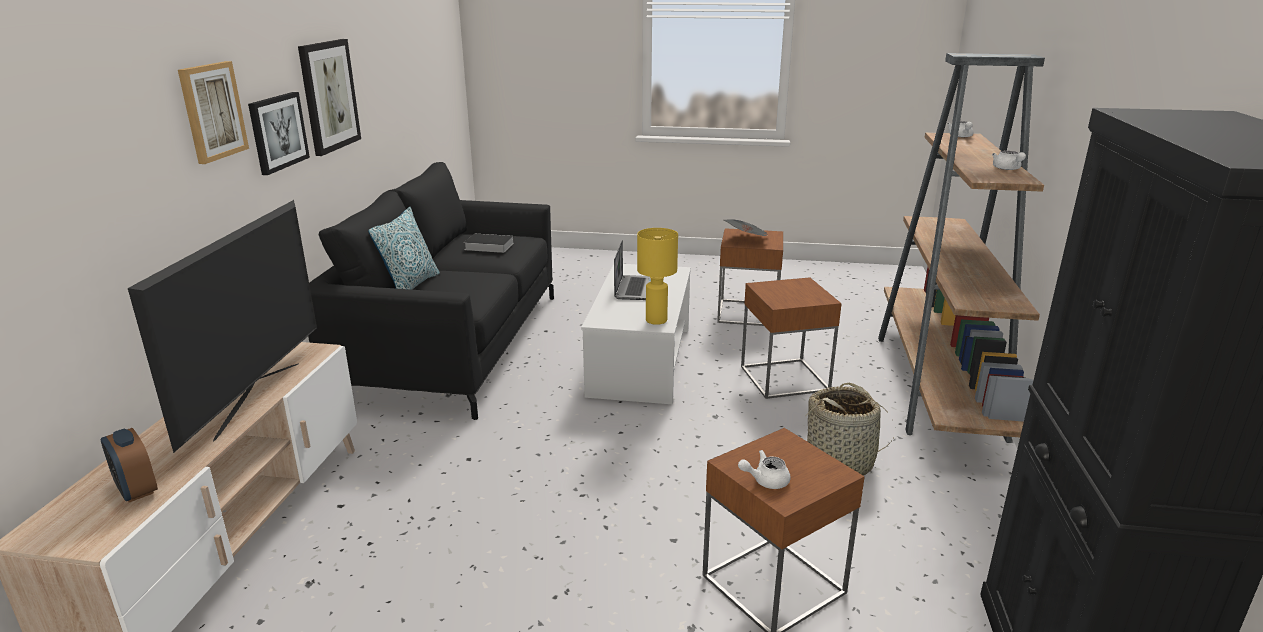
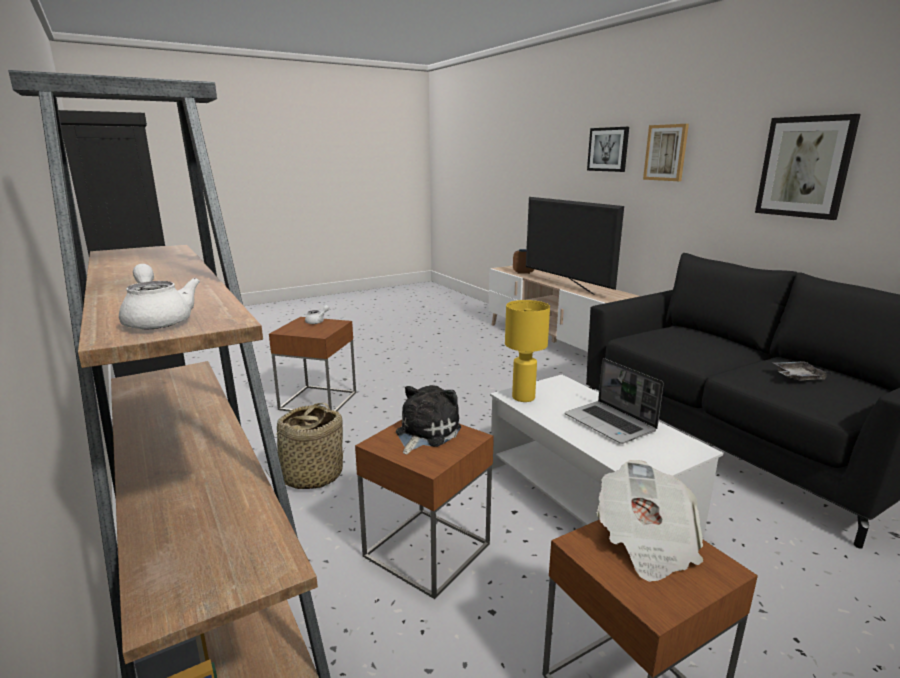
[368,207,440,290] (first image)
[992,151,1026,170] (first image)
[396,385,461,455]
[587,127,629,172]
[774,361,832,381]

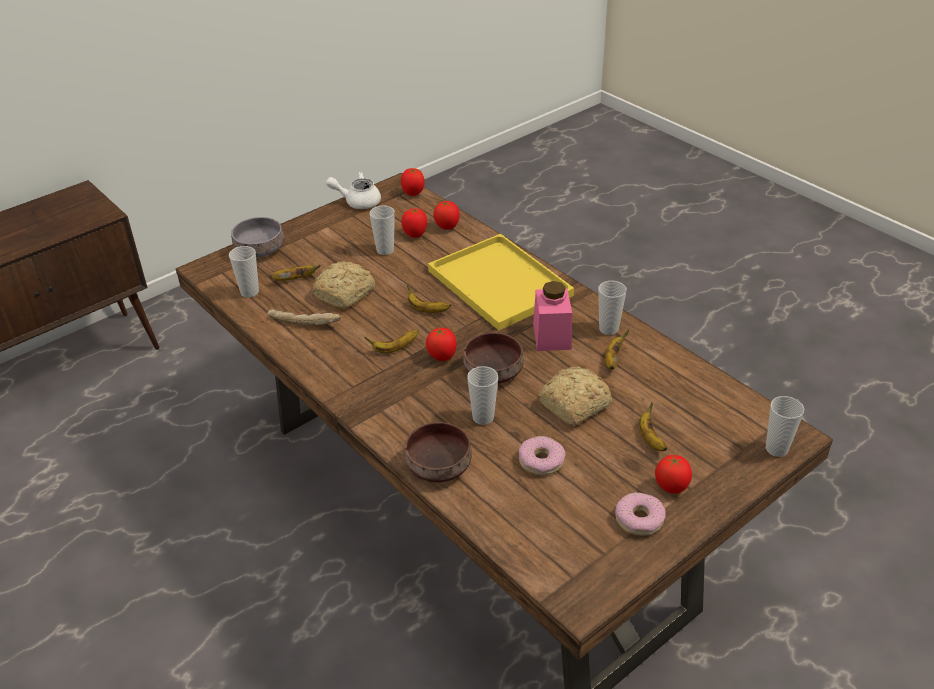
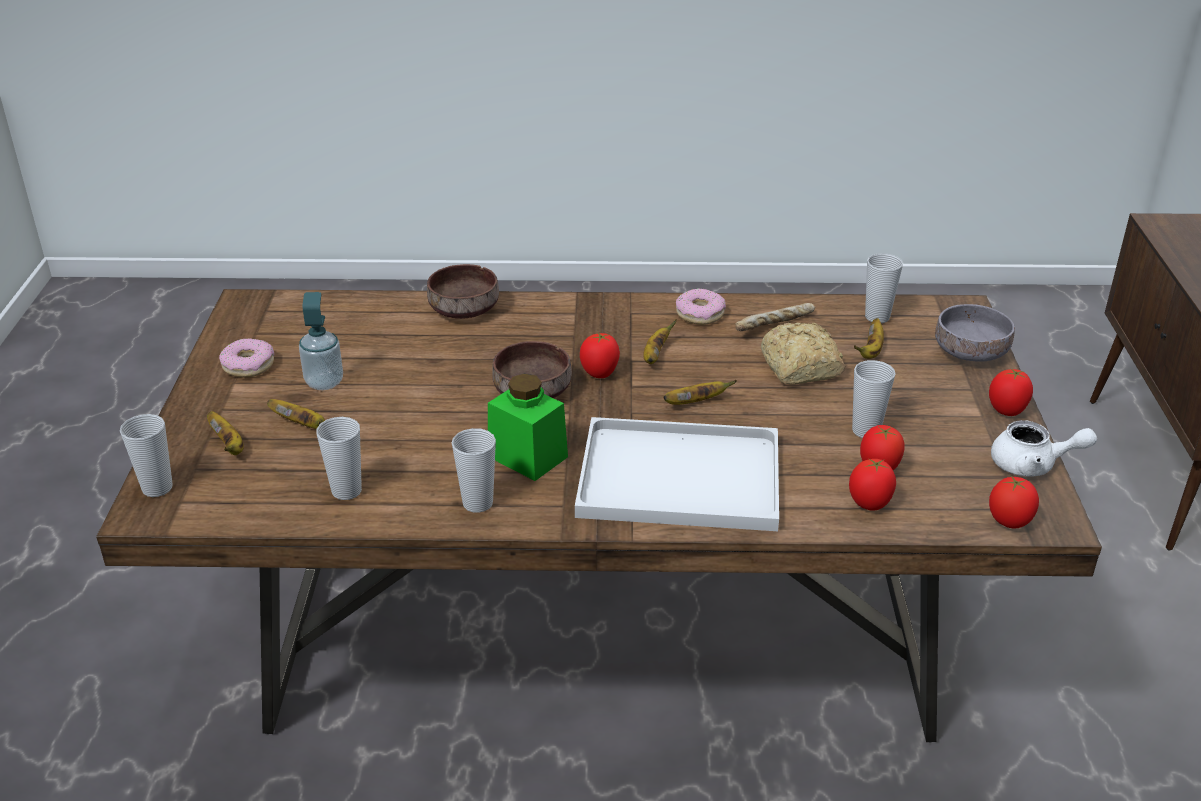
[539,366,612,426] (first image)
[299,292,343,390]
[316,417,362,500]
[676,288,726,325]
[207,411,244,455]
[989,368,1033,416]
[575,417,779,531]
[488,374,568,481]
[991,420,1097,477]

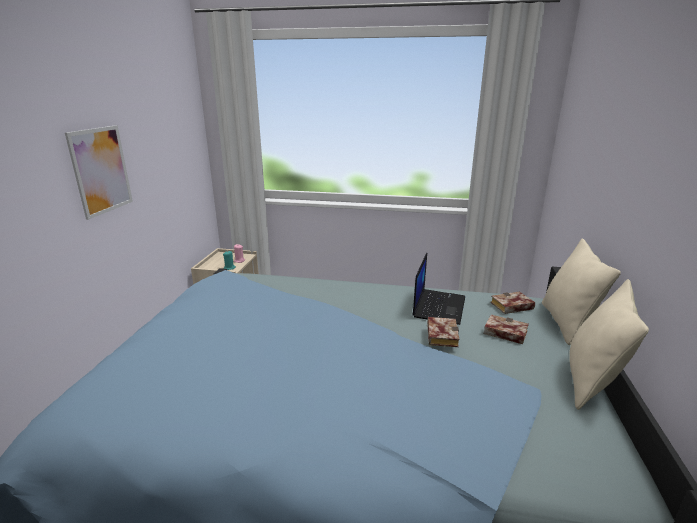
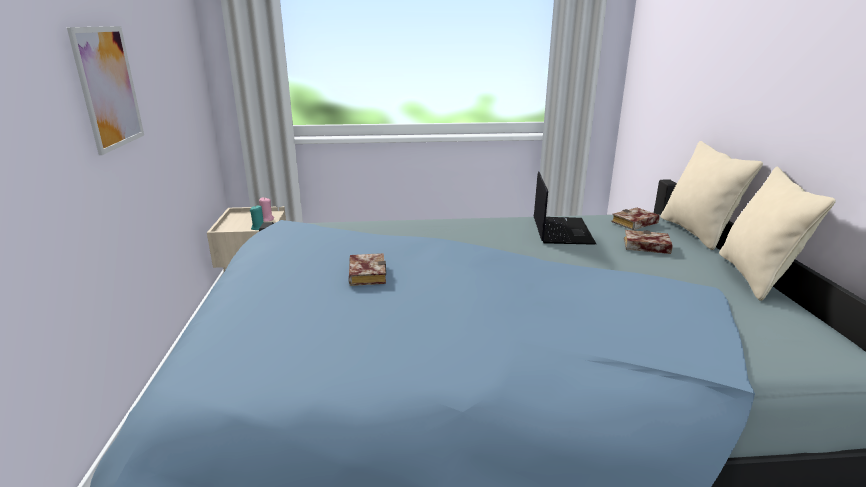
[349,253,386,286]

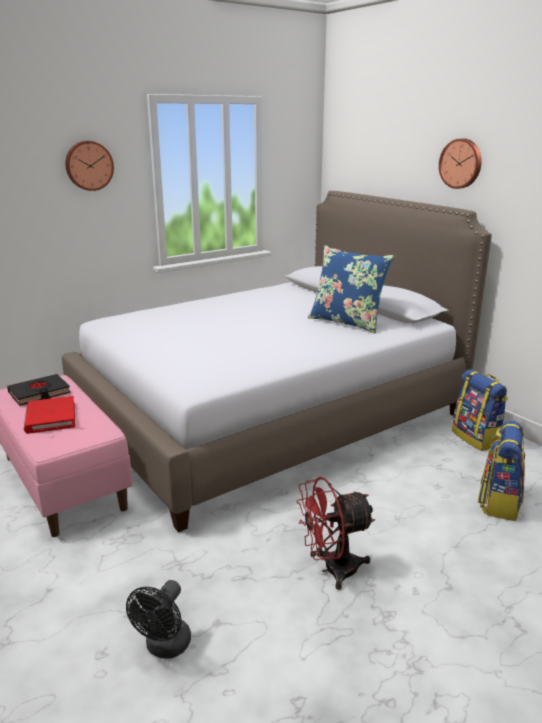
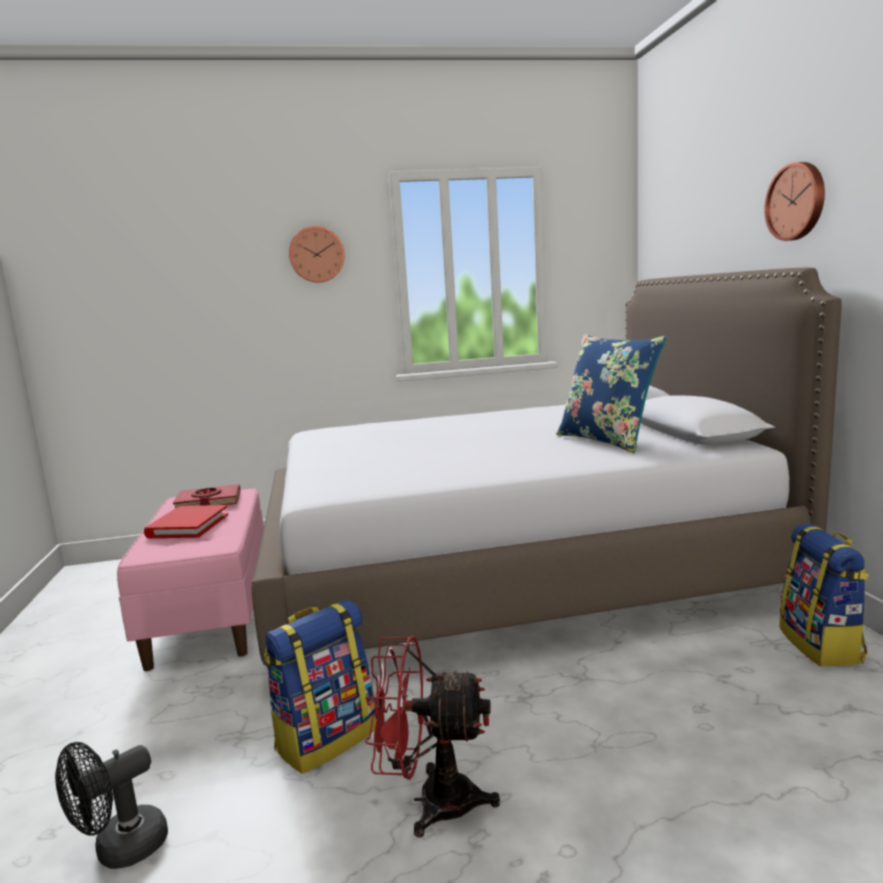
[264,600,376,774]
[173,484,241,508]

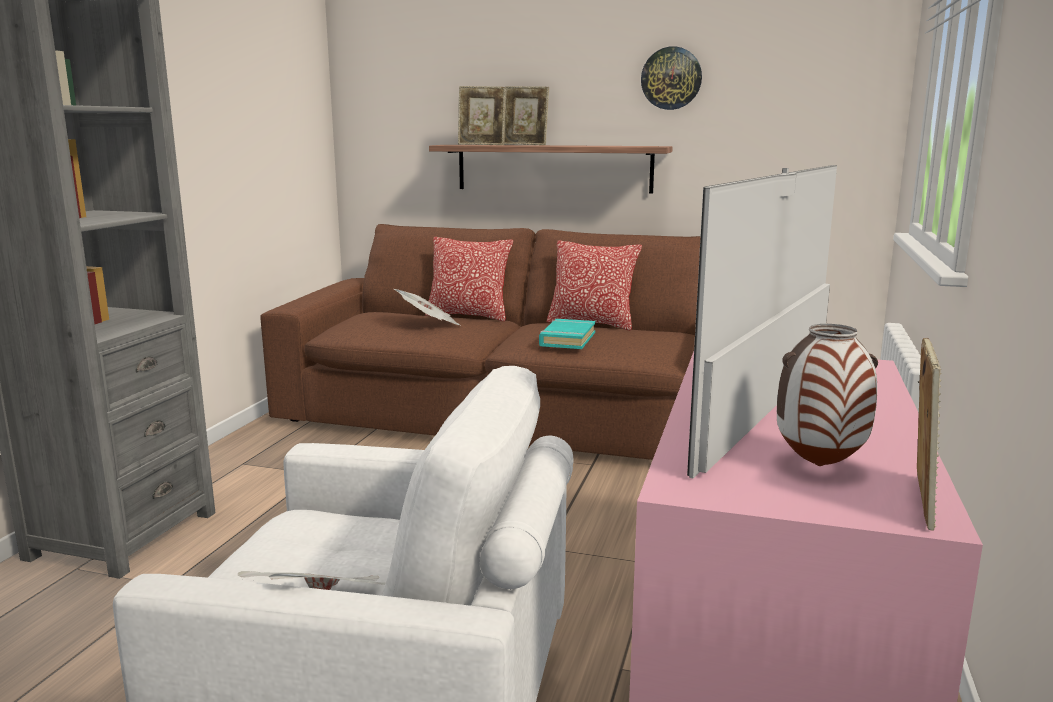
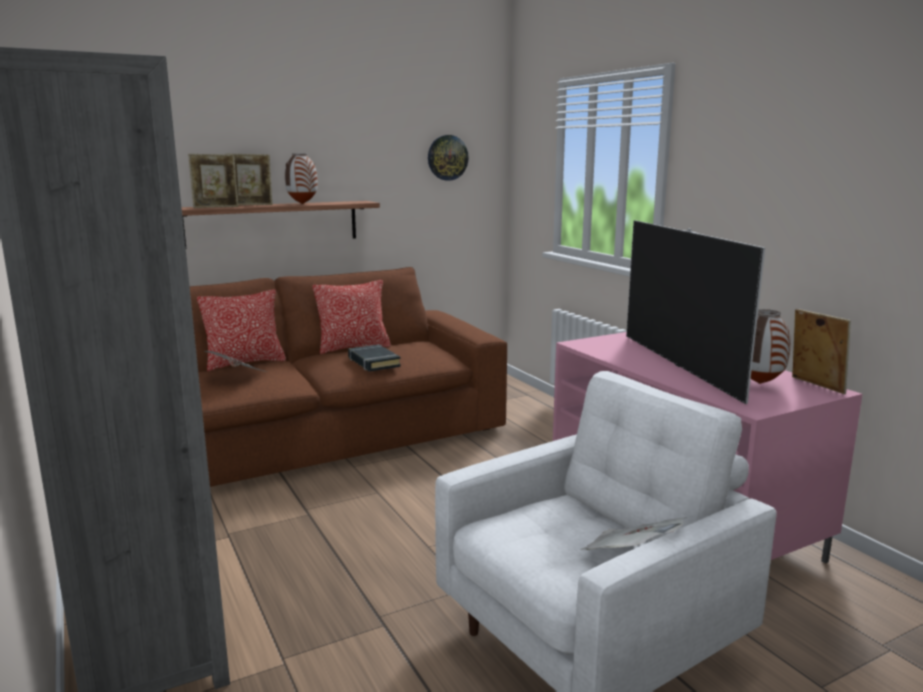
[285,153,318,204]
[428,135,469,181]
[348,344,401,372]

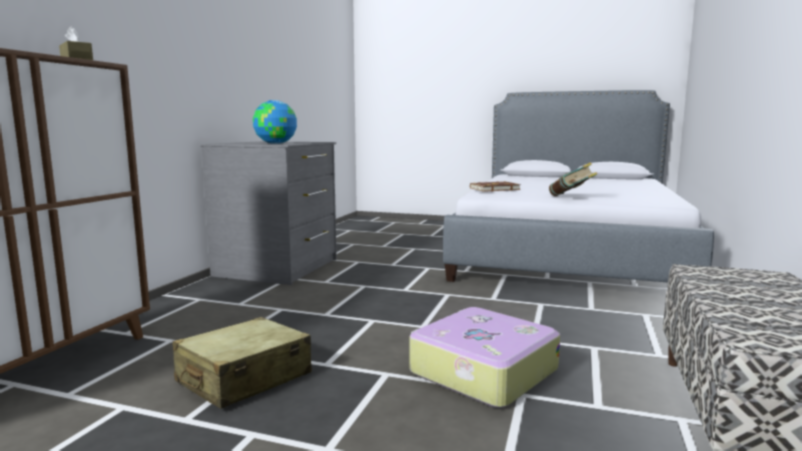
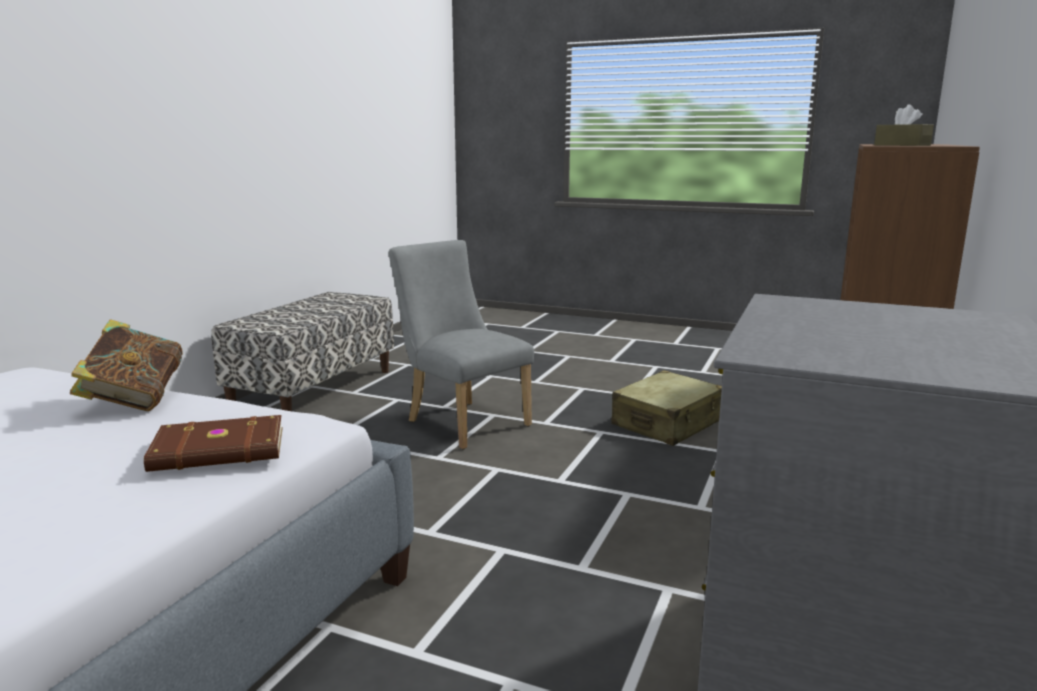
[253,100,297,144] (first image)
[389,240,534,449]

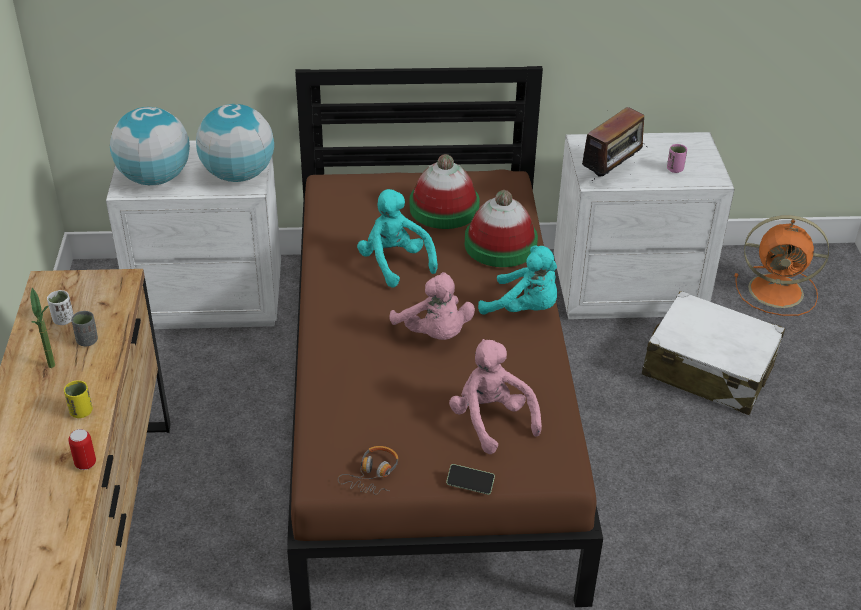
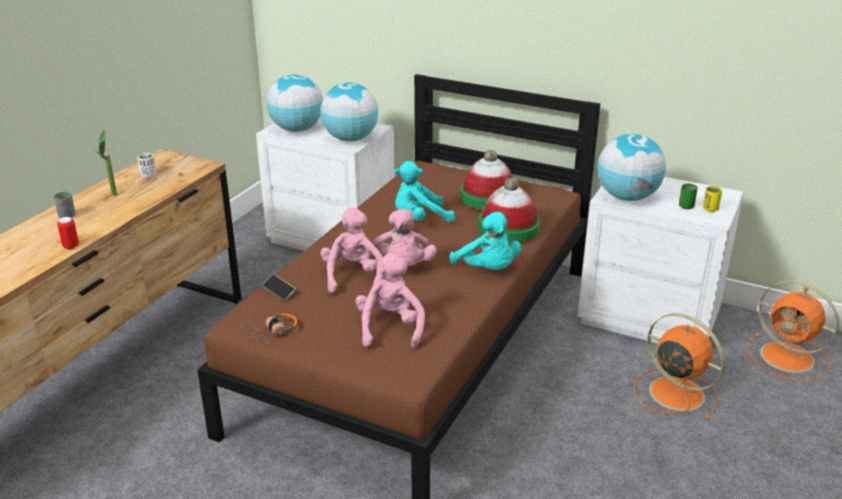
[321,207,383,293]
[703,186,722,212]
[54,192,76,218]
[263,275,295,300]
[597,134,666,201]
[633,313,725,420]
[679,184,698,209]
[395,161,455,223]

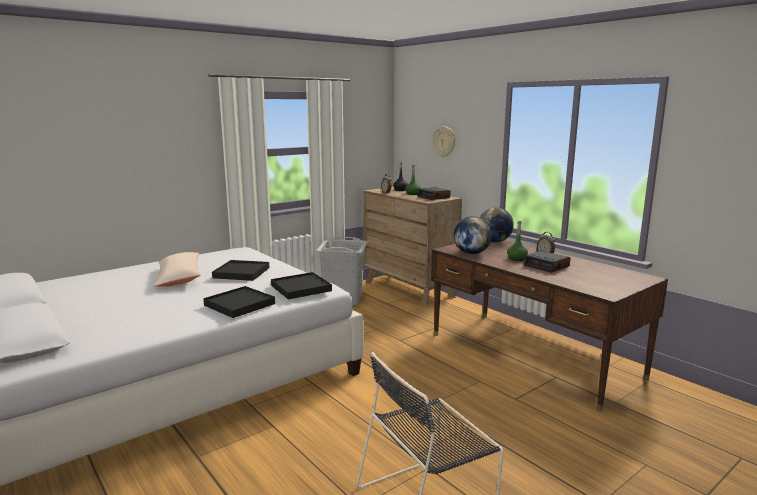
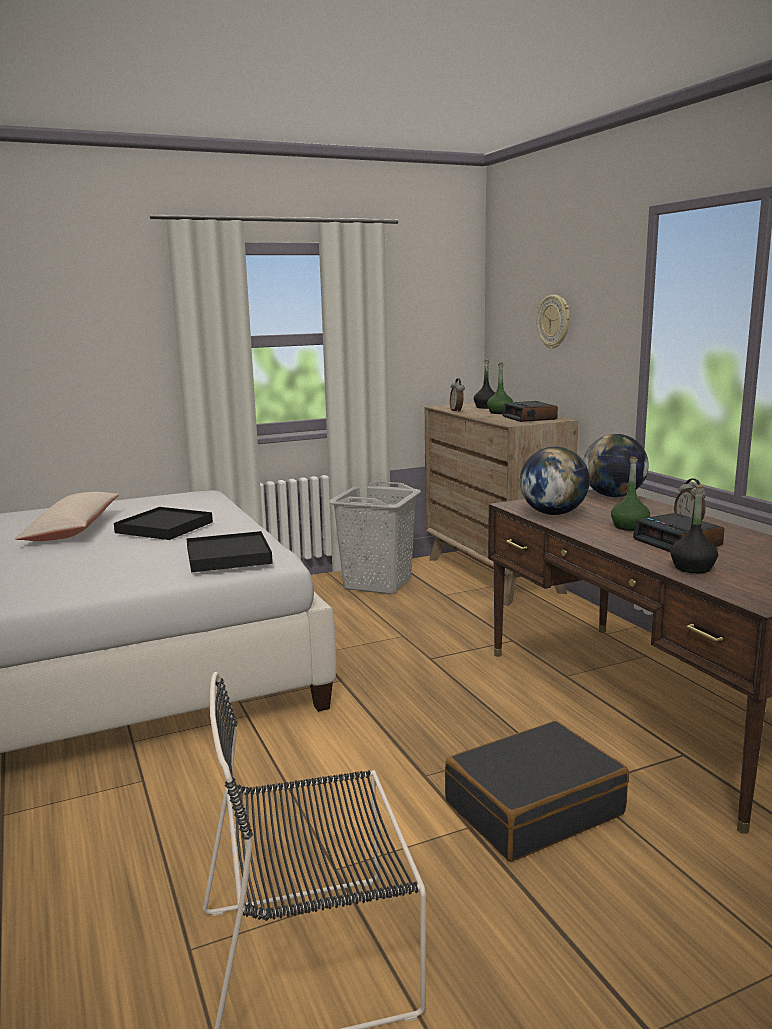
[203,286,275,318] (first image)
[445,721,629,862]
[670,484,718,573]

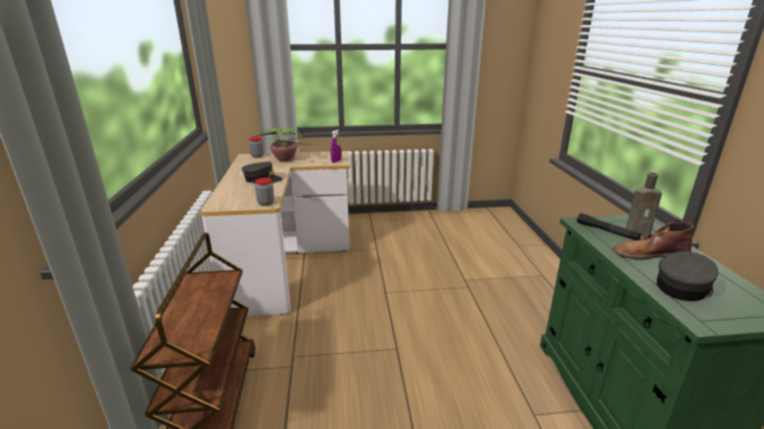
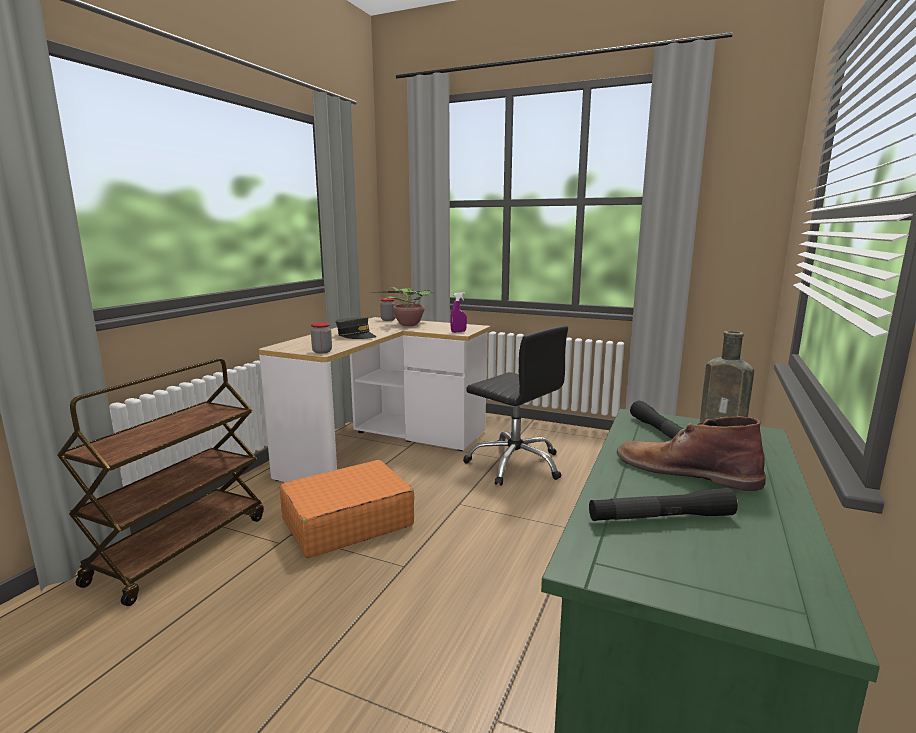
[279,460,415,558]
[463,326,568,486]
[589,488,738,521]

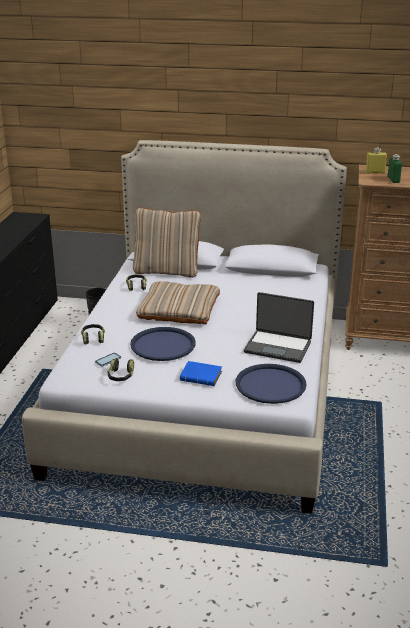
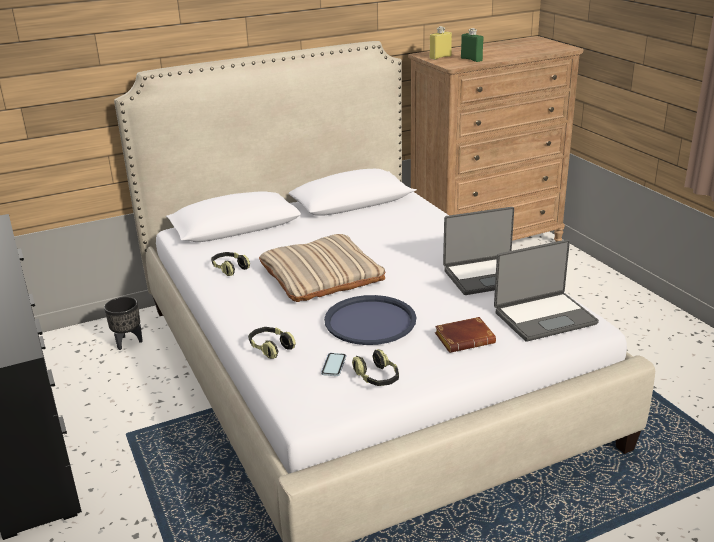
[133,207,201,278] (first image)
[494,240,599,342]
[435,317,496,353]

